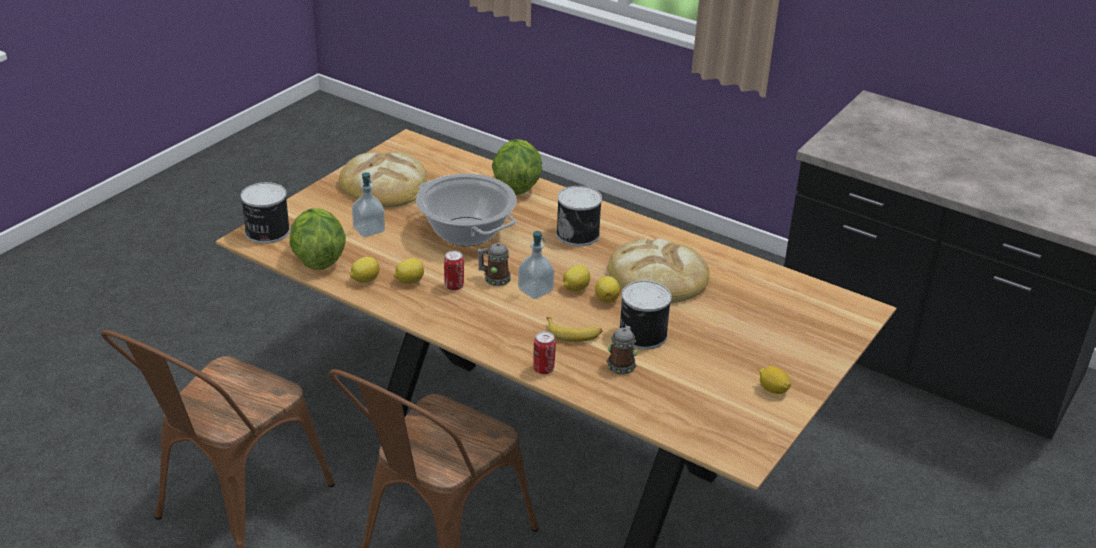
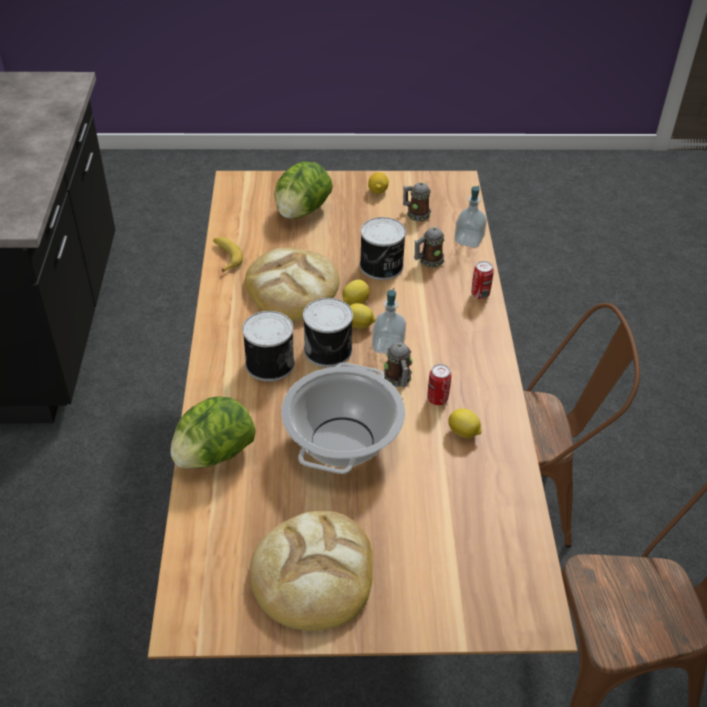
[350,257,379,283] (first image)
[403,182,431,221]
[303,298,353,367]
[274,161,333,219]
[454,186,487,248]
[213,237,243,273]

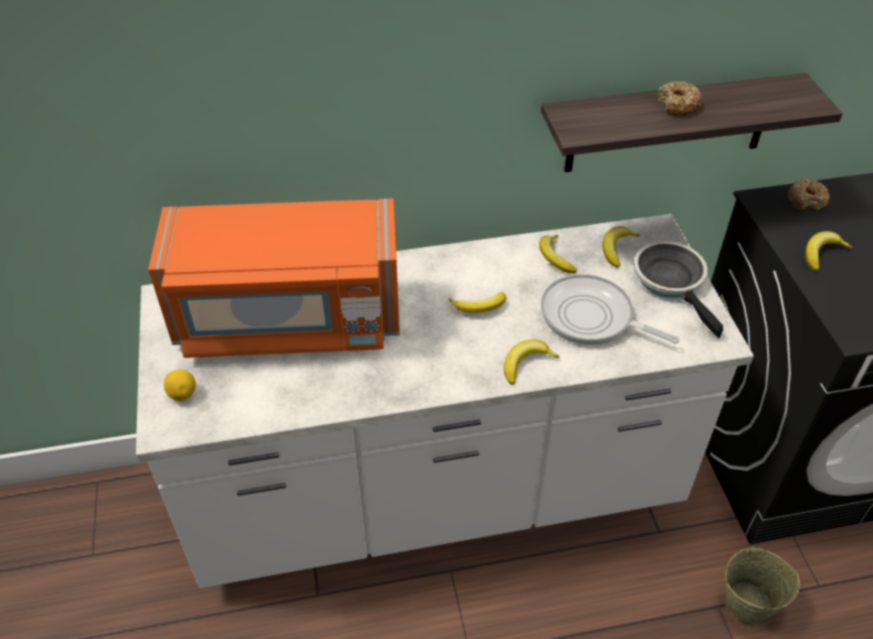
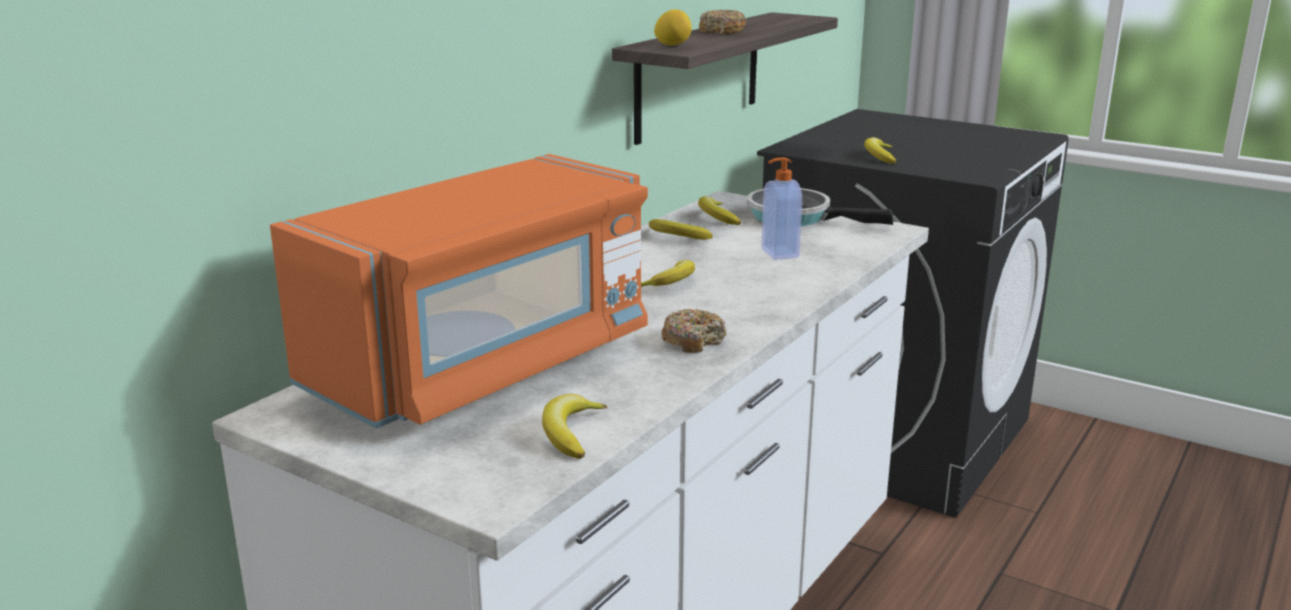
[725,546,800,626] (first image)
[654,9,692,46]
[542,394,608,459]
[661,309,726,353]
[761,157,802,260]

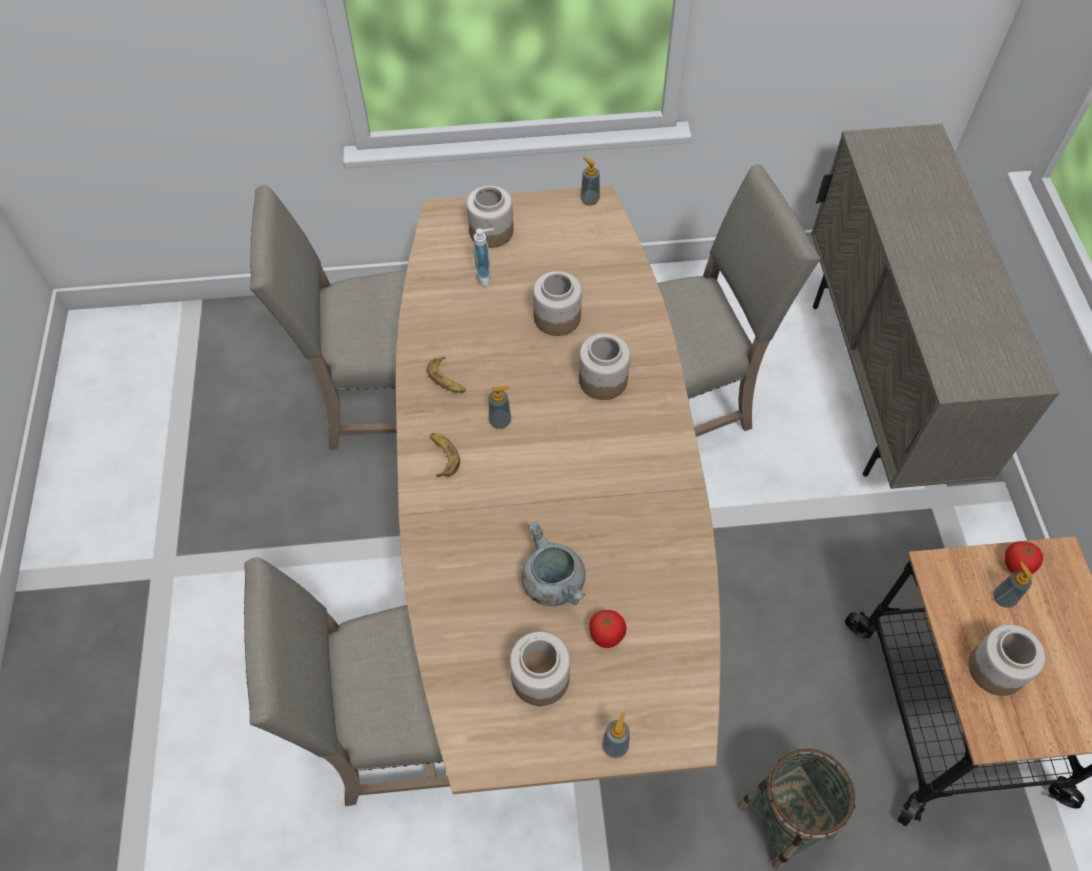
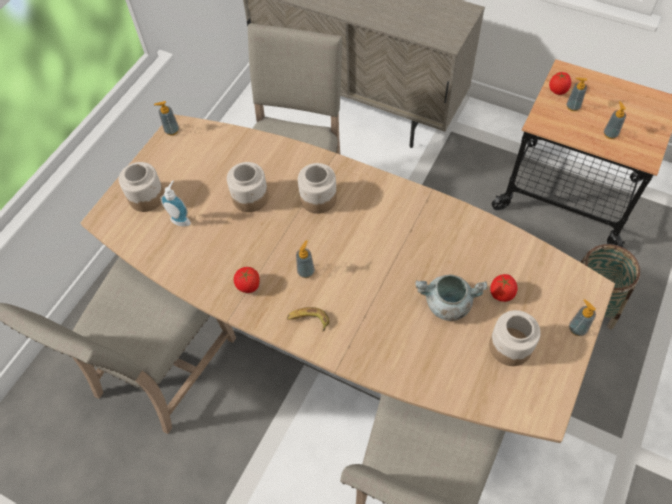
[234,267,260,293]
[604,101,626,139]

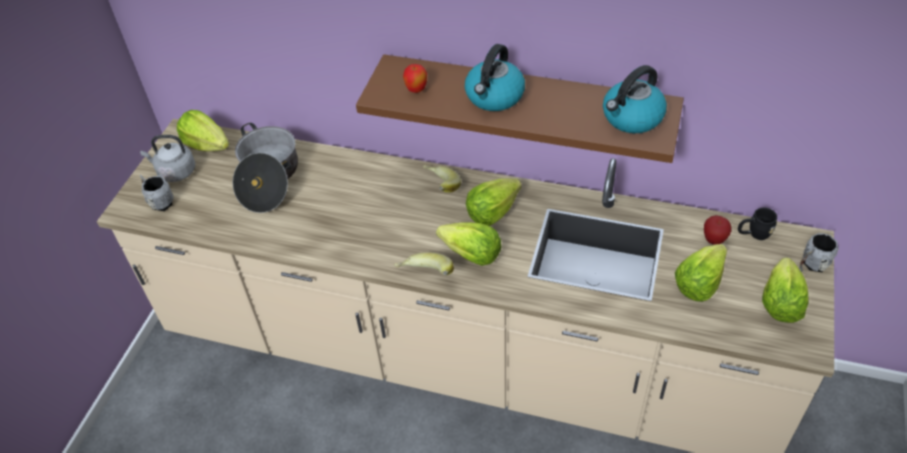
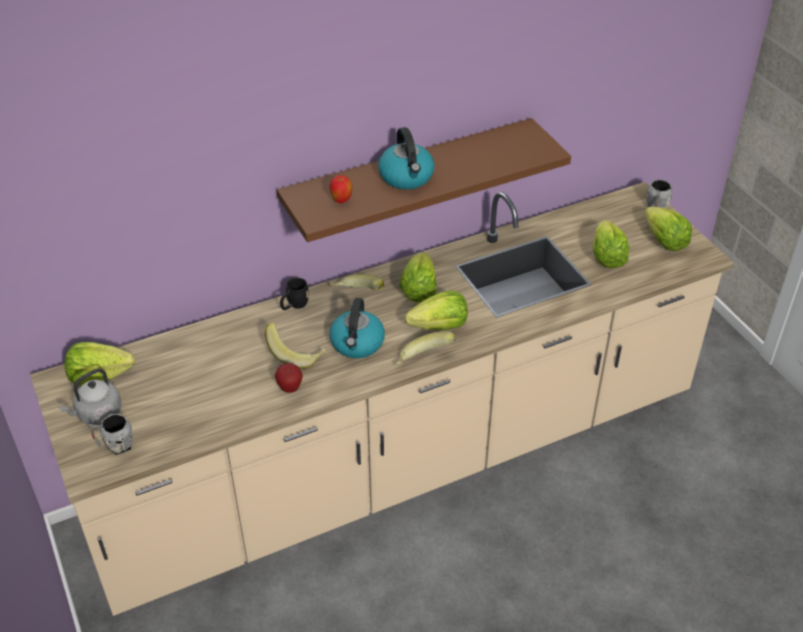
[232,123,298,213] (first image)
[265,323,326,369]
[329,298,385,358]
[275,364,303,393]
[280,278,309,310]

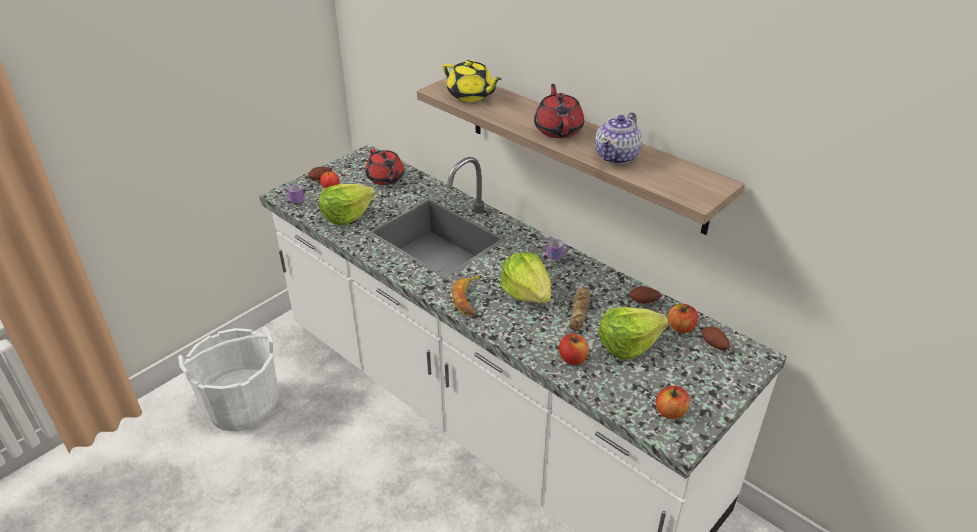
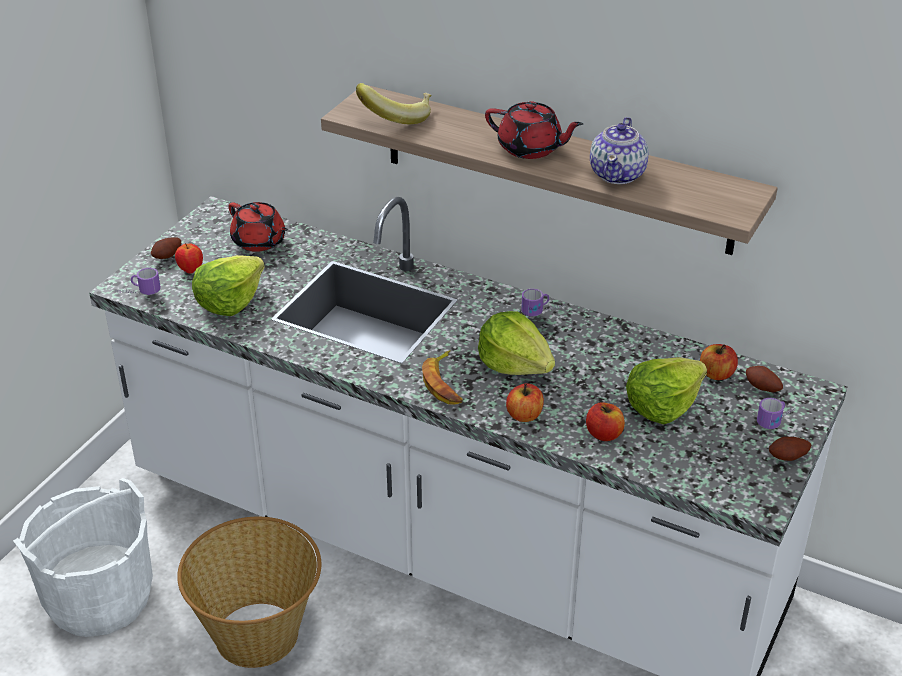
[569,287,591,331] (first image)
[177,517,321,668]
[757,398,795,429]
[769,437,812,461]
[506,383,544,422]
[356,83,432,124]
[485,101,584,159]

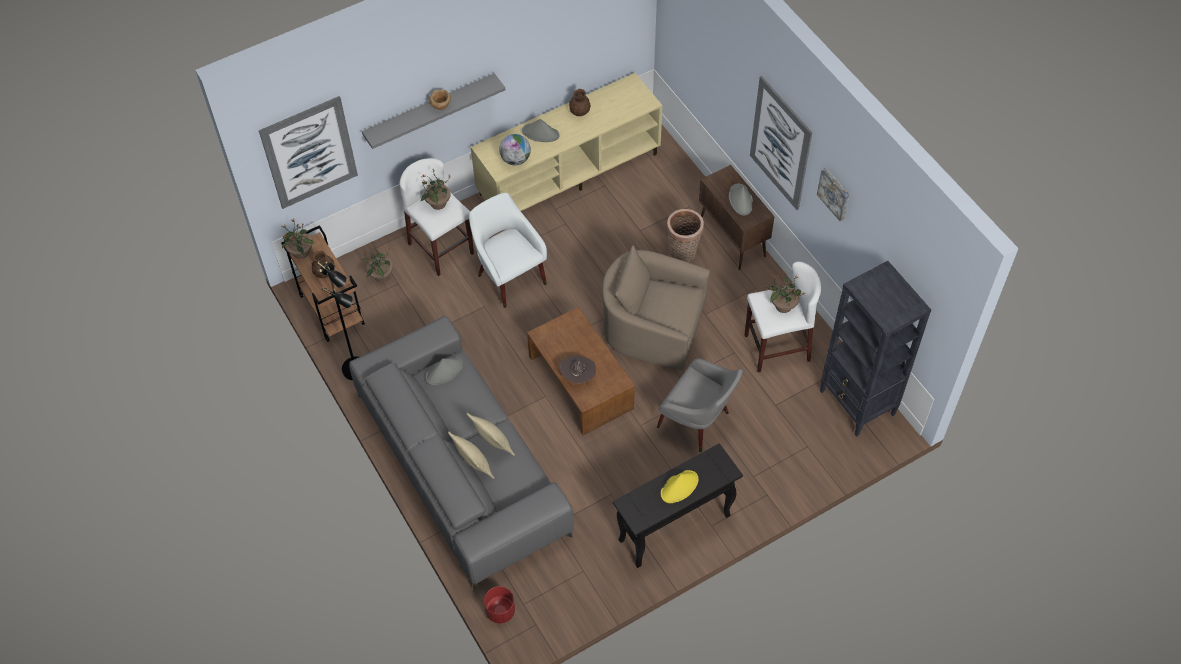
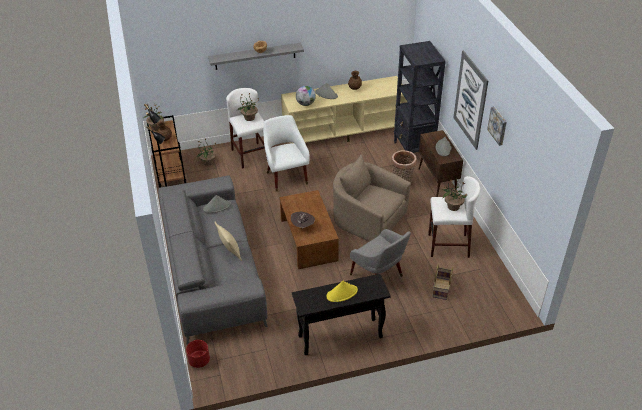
[259,96,358,209] (first image)
[448,432,494,479] (first image)
[432,264,453,300]
[394,41,446,153]

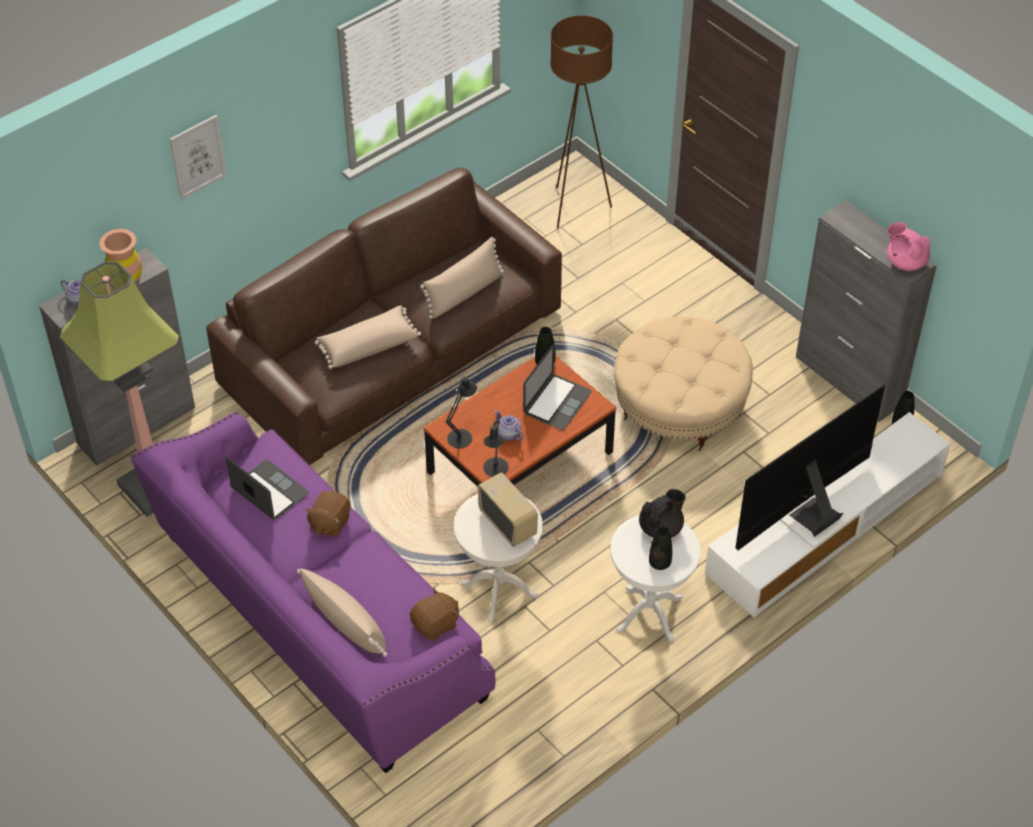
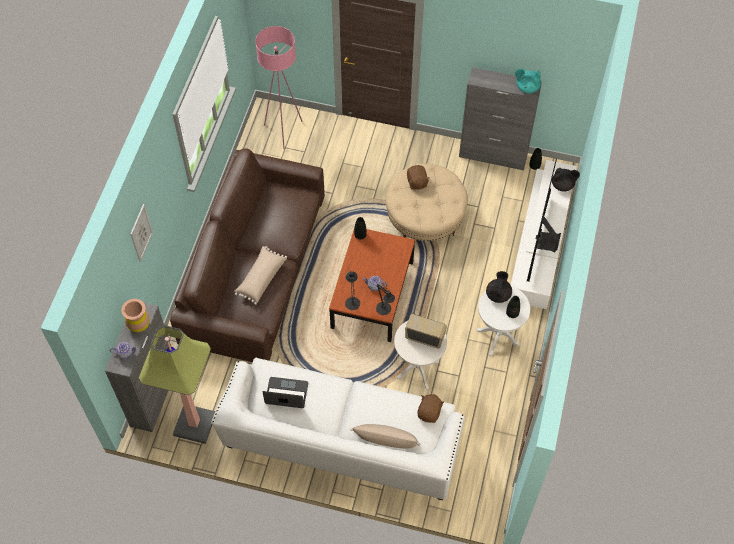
[420,237,504,319] (first image)
[523,345,592,430] (first image)
[552,168,580,192]
[407,165,430,190]
[211,358,465,500]
[255,26,303,149]
[515,68,541,93]

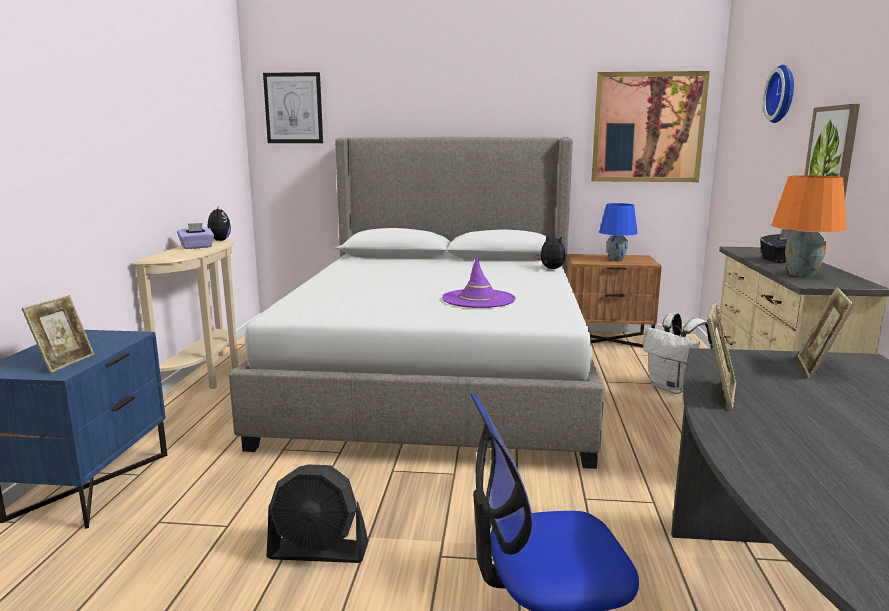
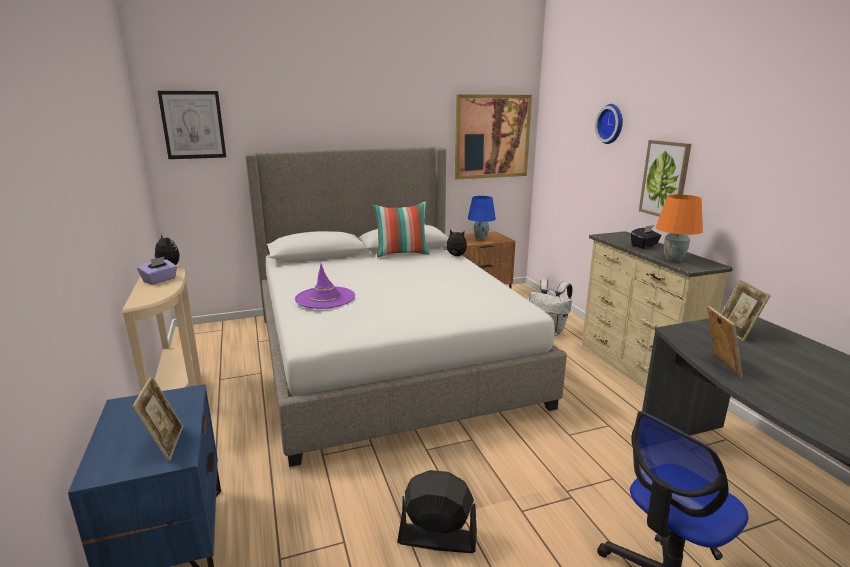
[372,202,430,258]
[295,264,355,309]
[397,470,477,553]

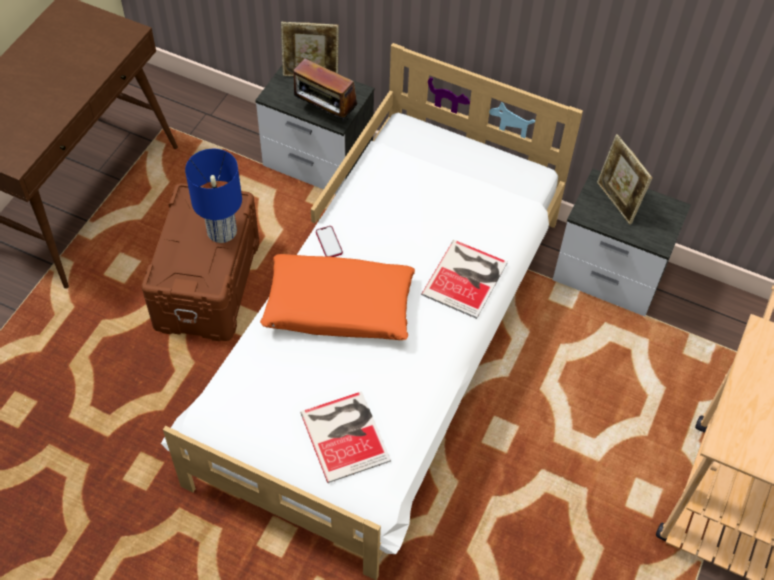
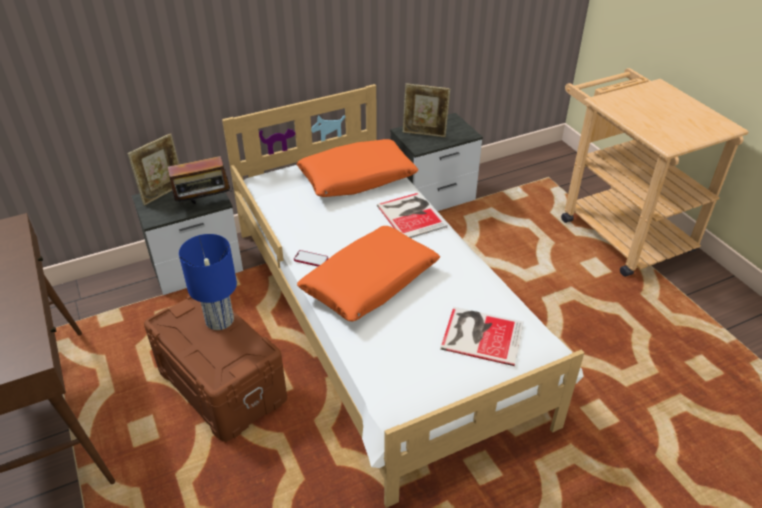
[297,139,418,197]

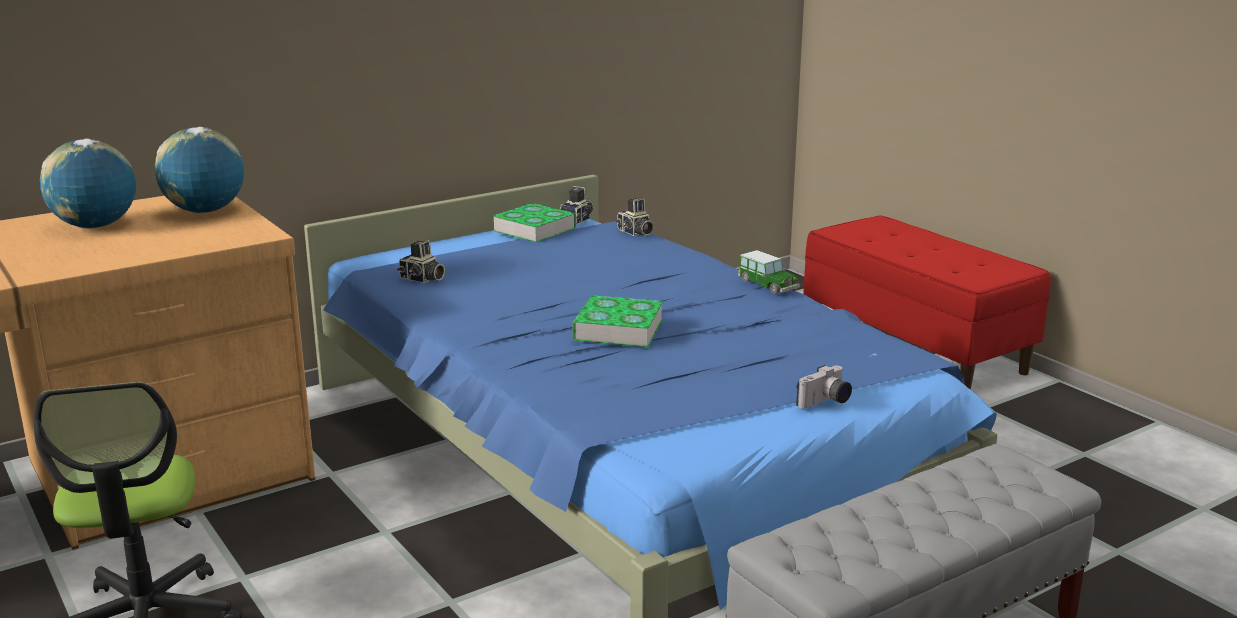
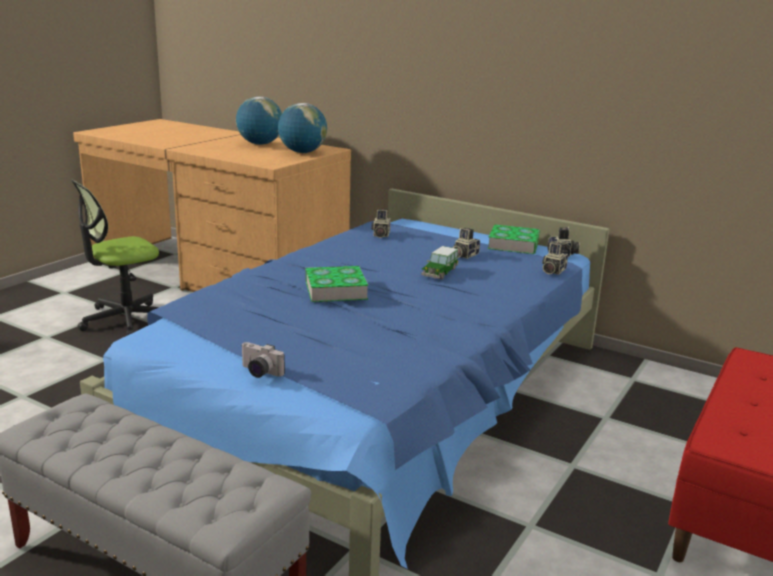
[453,228,480,259]
[421,246,458,279]

